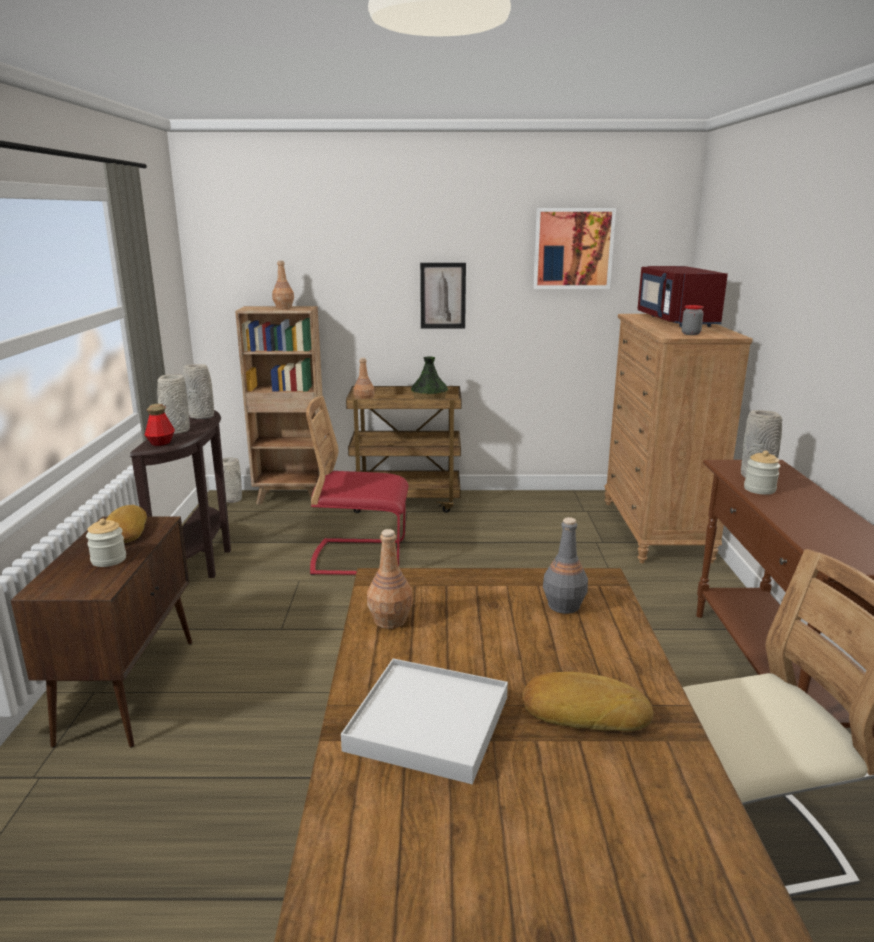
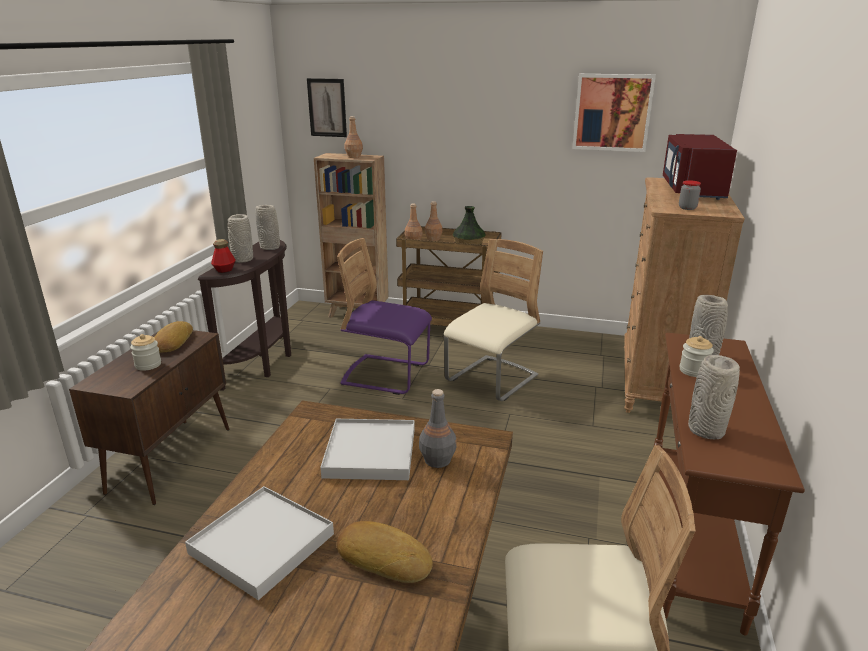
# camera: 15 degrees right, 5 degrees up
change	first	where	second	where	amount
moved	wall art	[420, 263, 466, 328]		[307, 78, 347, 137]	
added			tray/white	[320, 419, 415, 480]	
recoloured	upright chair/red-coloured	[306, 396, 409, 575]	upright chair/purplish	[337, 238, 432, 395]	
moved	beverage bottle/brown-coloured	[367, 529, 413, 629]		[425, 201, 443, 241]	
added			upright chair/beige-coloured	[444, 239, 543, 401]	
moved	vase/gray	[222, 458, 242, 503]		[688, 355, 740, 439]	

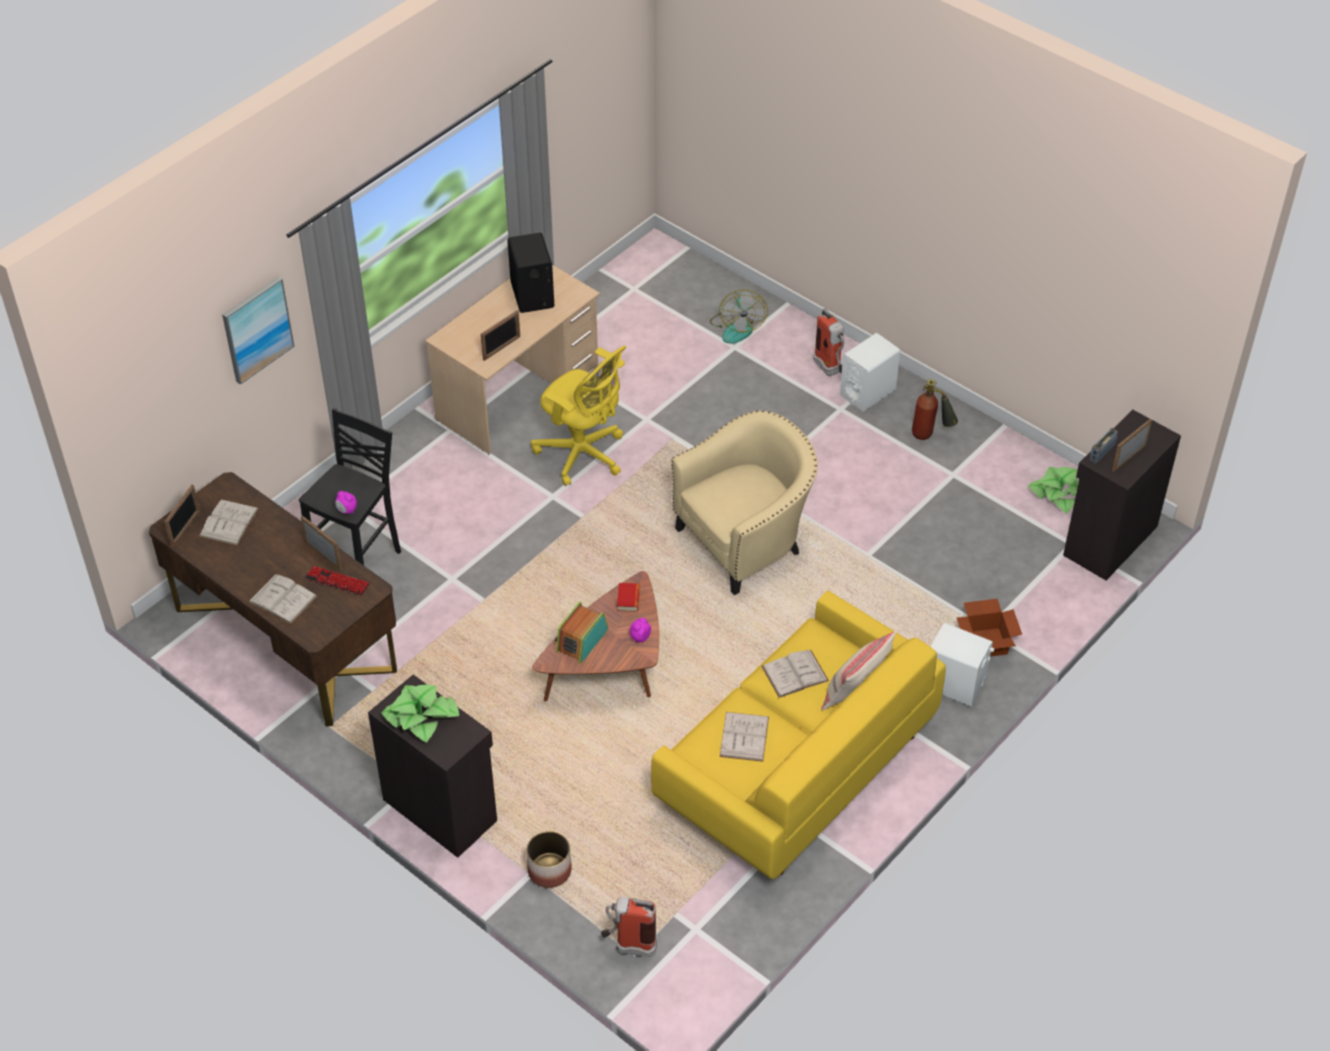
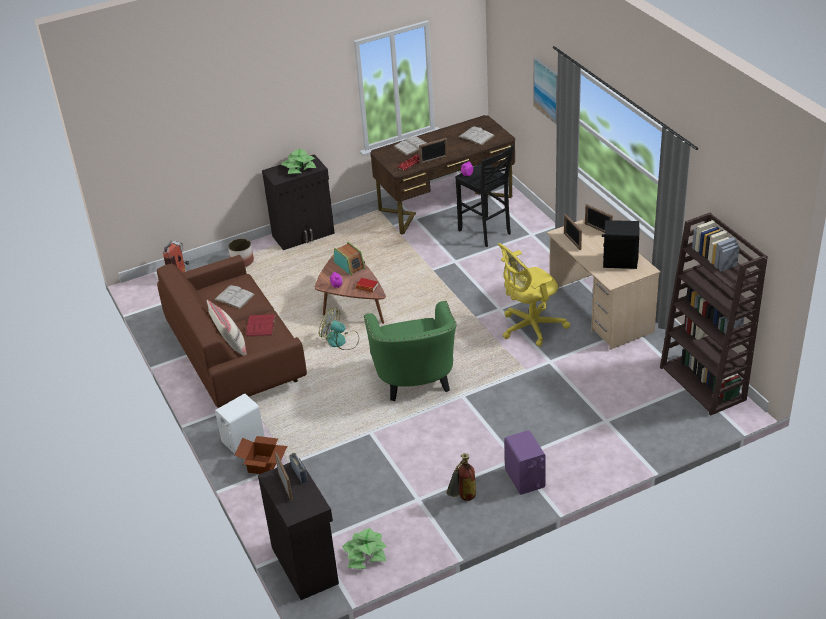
# camera: 115 degrees right, 10 degrees down
change	first	where	second	where	amount
recoloured	couch/yellowish	[651, 590, 946, 879]	couch/brown-coloured	[157, 255, 307, 408]	
recoloured	book/white	[761, 650, 829, 698]	book/red-coloured	[246, 314, 276, 337]	
moved	cooling fan	[710, 290, 768, 344]		[319, 307, 359, 350]	
recoloured	lounge chair/beige-coloured	[672, 411, 818, 595]	lounge chair/green-coloured	[364, 301, 456, 401]	
recoloured	loudspeaker/white	[840, 333, 900, 412]	loudspeaker/purplish	[504, 430, 546, 495]	
moved	standing frame	[164, 485, 200, 547]		[585, 204, 613, 233]	
added			bookshelf/brown-coloured	[660, 213, 768, 416]	
removed	extinguisher	[813, 308, 844, 376]			

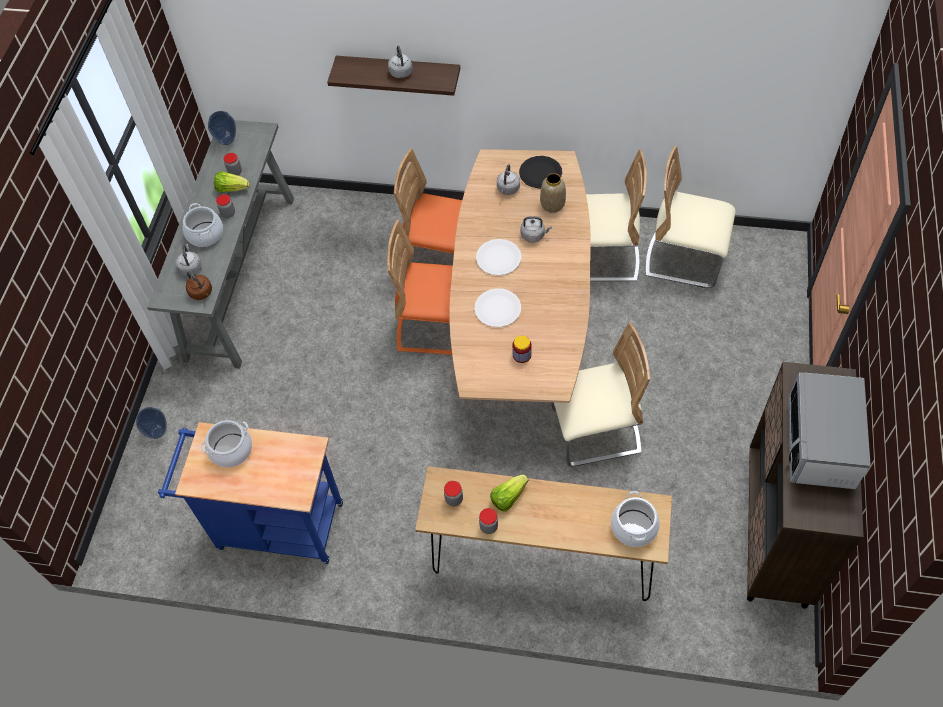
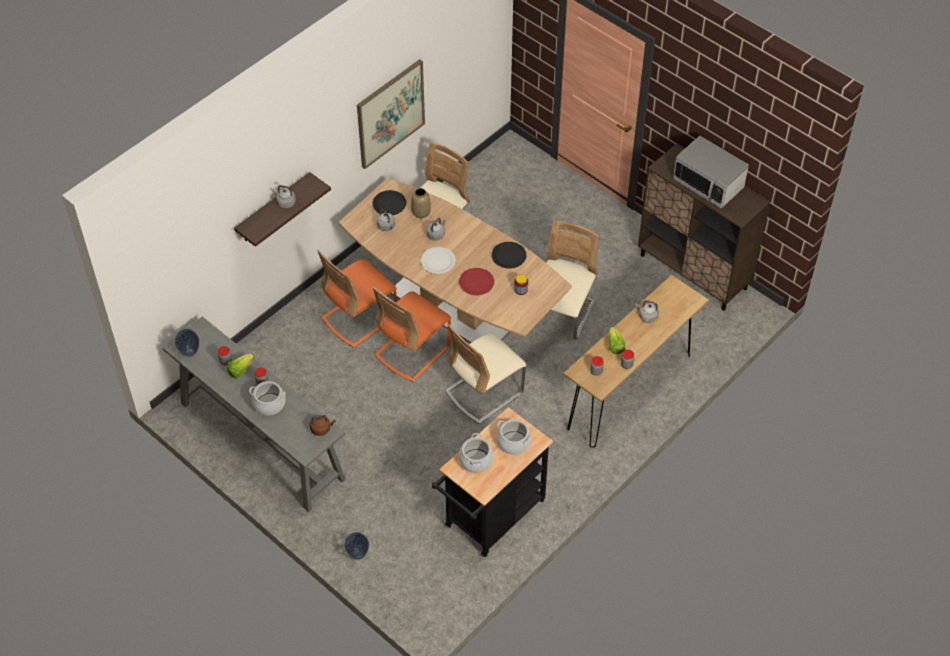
# camera: 60 degrees left, 5 degrees down
change	first	where	second	where	amount
added			wall art	[357, 59, 425, 169]	
recoloured	cart/bluish	[158, 422, 343, 564]	cart/black-coloured	[432, 407, 553, 557]	
moved	upright chair/beige-coloured	[645, 145, 736, 288]		[445, 324, 526, 424]	
recoloured	flat dish/white	[474, 288, 521, 327]	flat dish/red-coloured	[459, 268, 494, 295]	
added			flat dish/black-coloured	[492, 242, 526, 268]	
moved	saucepot	[611, 491, 660, 547]		[497, 419, 532, 455]	
moved	tea kettle/gray	[176, 244, 202, 276]		[635, 300, 659, 323]	

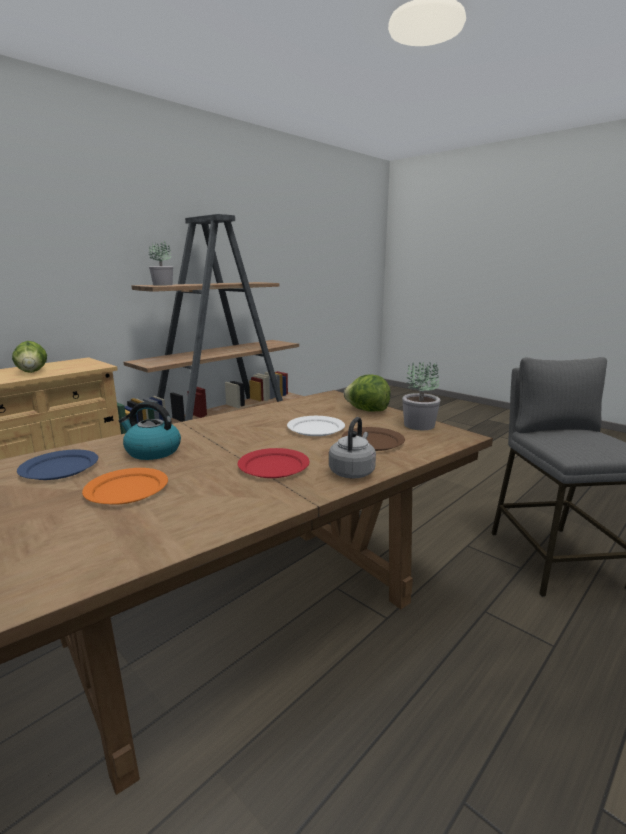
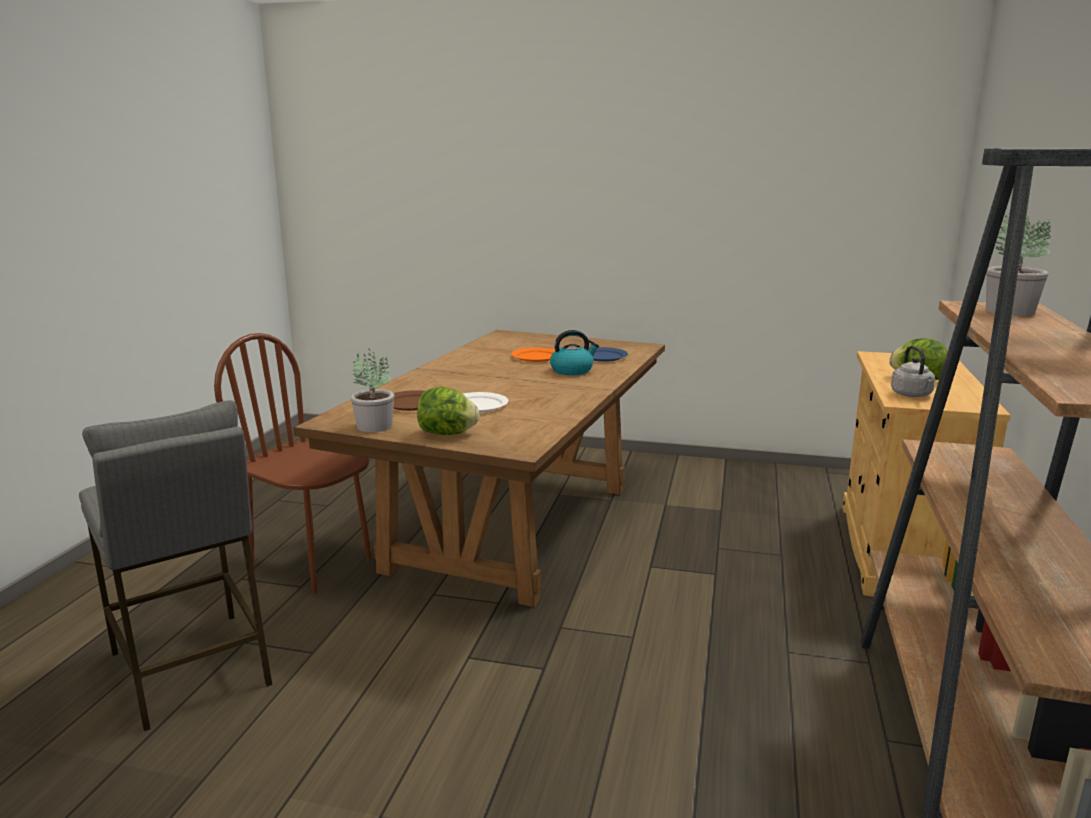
# camera: 150 degrees right, 0 degrees up
change	first	where	second	where	amount
added			upright chair/brown-coloured	[214, 333, 372, 594]	
moved	tea kettle/gray	[329, 417, 376, 479]		[891, 346, 935, 397]	
removed	flat dish/red-coloured	[238, 448, 310, 478]			

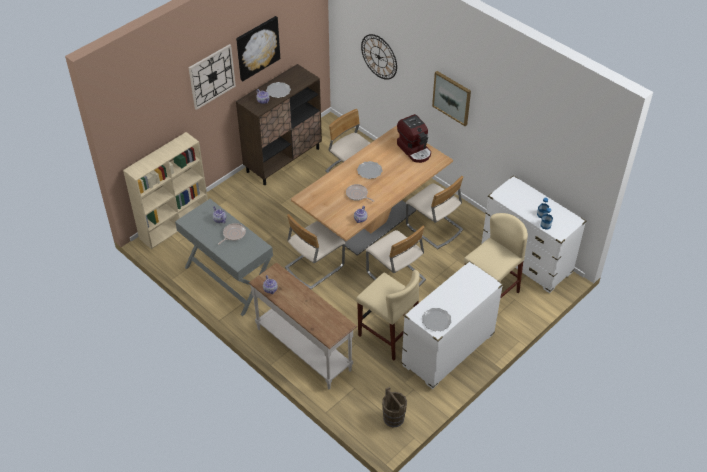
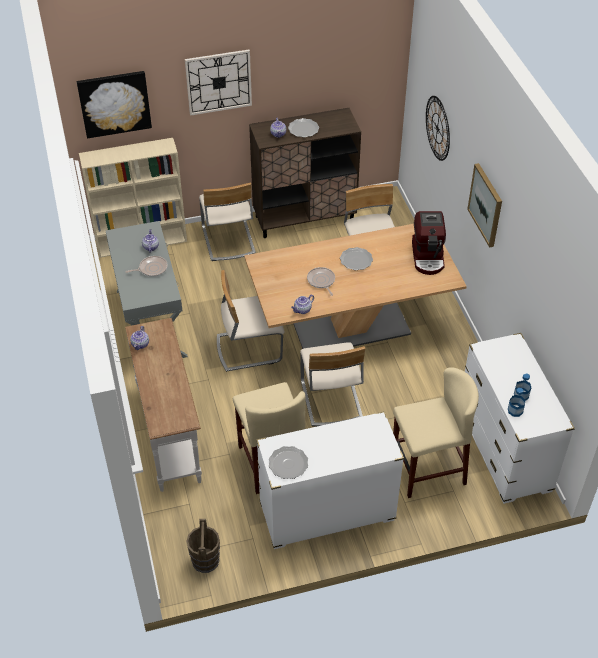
# camera: 30 degrees right, 0 degrees up
change	first	where	second	where	amount
moved	wall art	[236, 16, 280, 81]		[77, 71, 152, 138]	
moved	upright chair/beige-coloured	[406, 176, 463, 249]		[199, 182, 256, 261]	

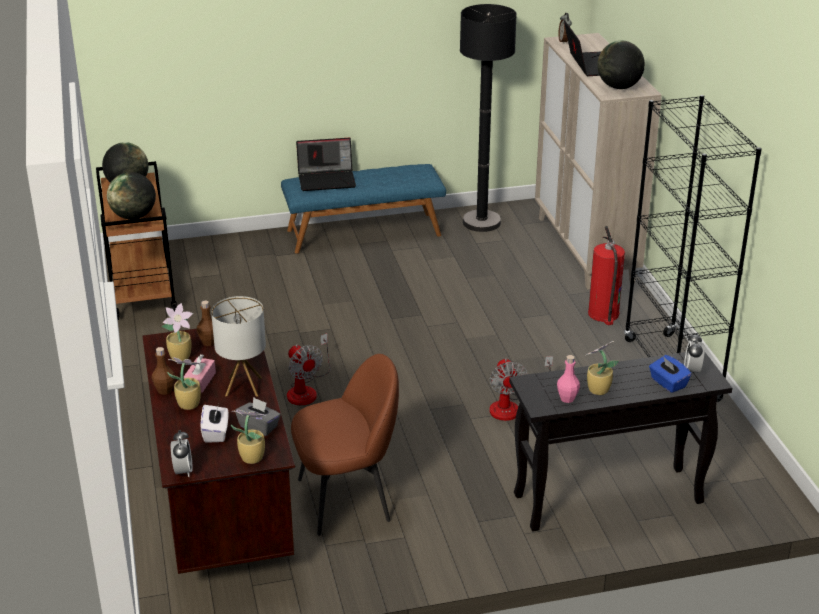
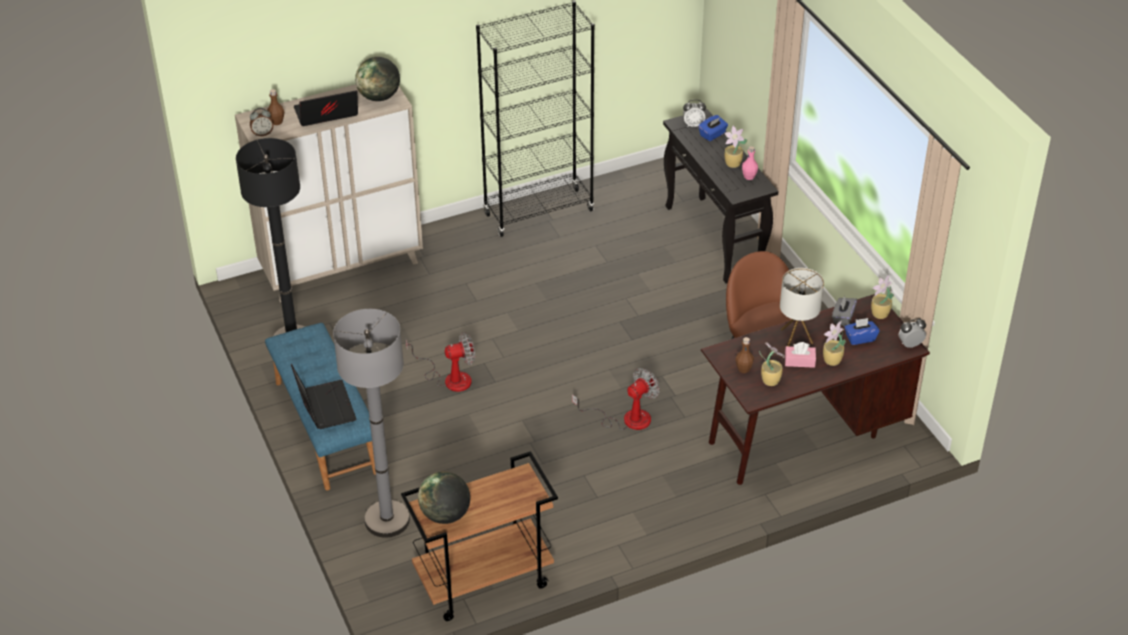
# camera: 100 degrees left, 10 degrees up
change	first	where	second	where	amount
moved	beverage bottle/brown-coloured	[152, 347, 175, 395]		[267, 89, 284, 125]	
added			standing lamp/gray	[333, 309, 410, 538]	
moved	cooling fan	[489, 356, 553, 421]		[406, 332, 475, 392]	
recoloured	tissue holder/white	[200, 404, 228, 443]	tissue holder/bluish	[844, 318, 880, 345]	
removed	globe	[107, 172, 156, 220]			
removed	extinguisher	[588, 226, 625, 325]			

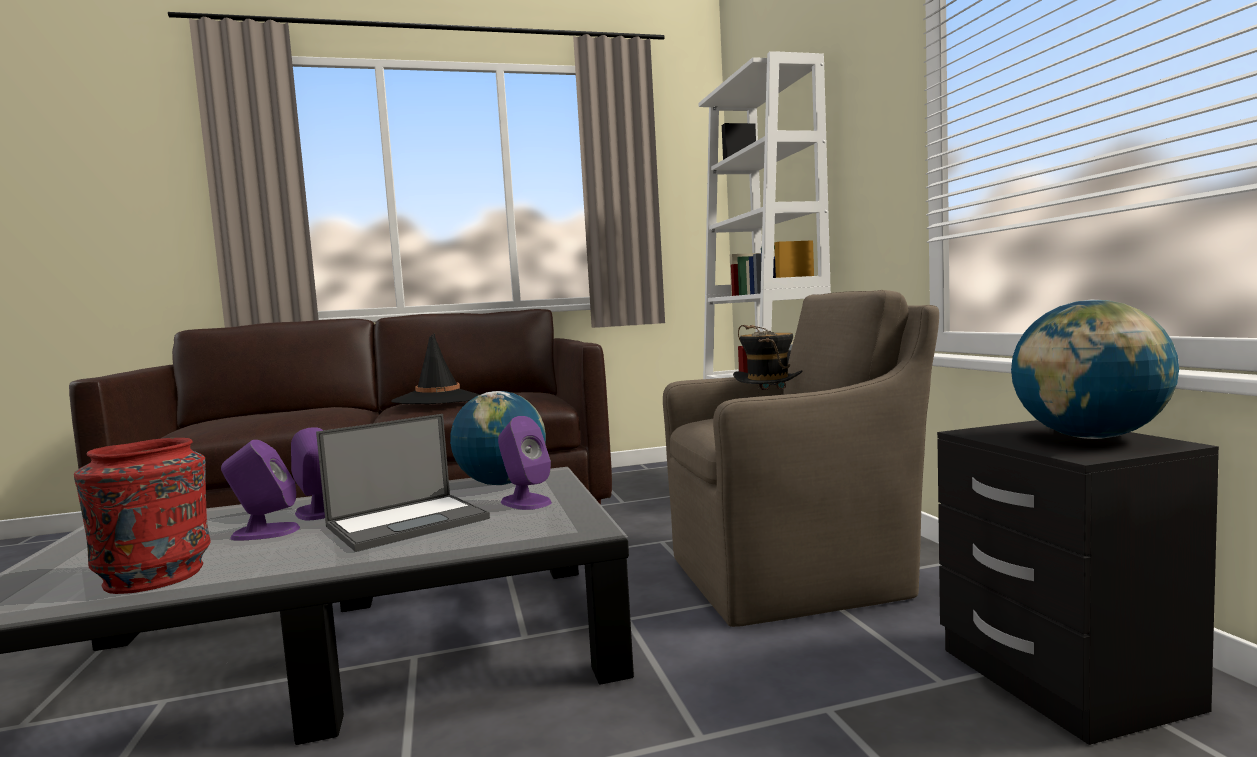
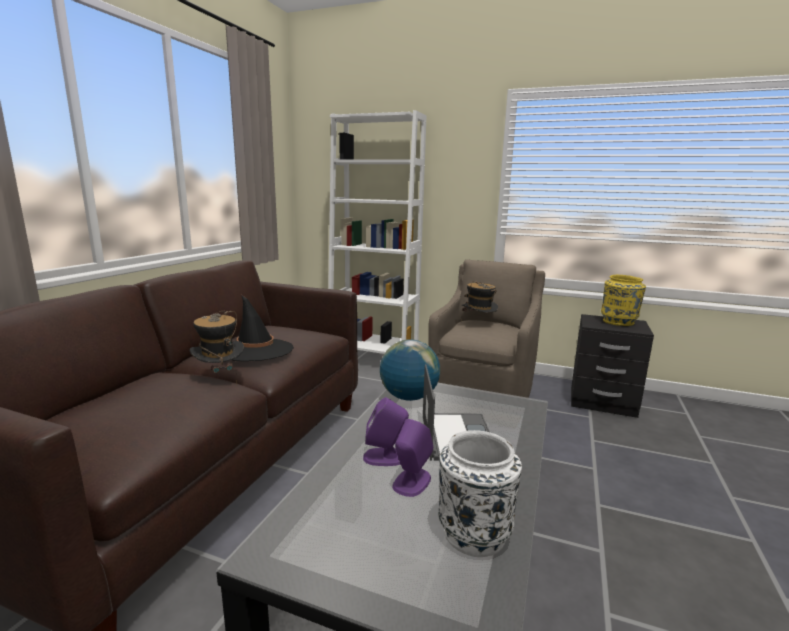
# camera: 55 degrees left, 10 degrees up
change	first	where	second	where	amount
added			wearable hat	[189, 311, 244, 386]	
recoloured	vase/red-coloured	[74, 438, 211, 594]	vase/white	[439, 430, 522, 557]	
replaced	globe	[1011, 300, 1179, 439]	vase/yellowish	[601, 275, 646, 326]	
removed	loudspeaker/purplish	[498, 416, 552, 510]			

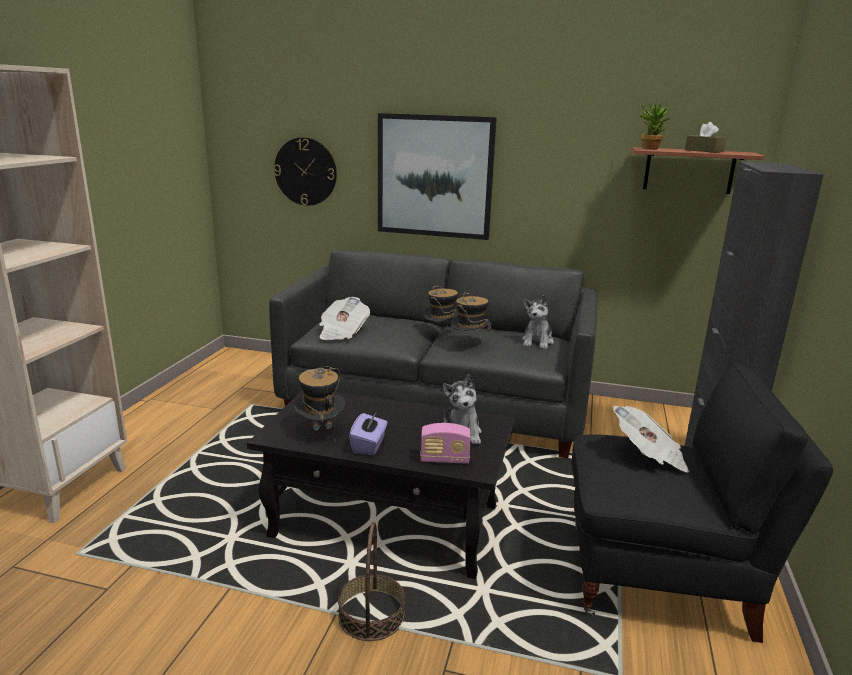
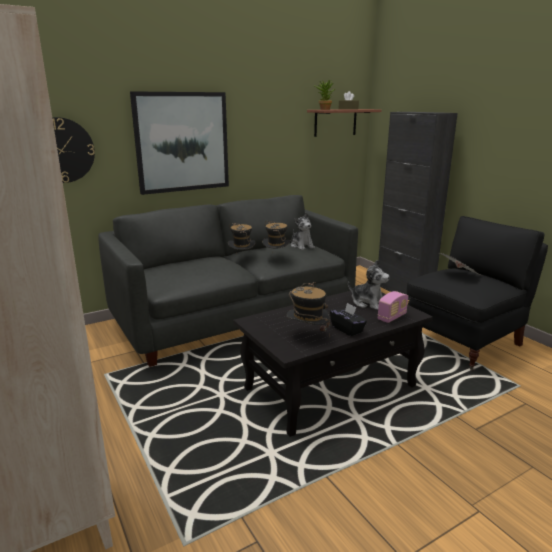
# camera: 45 degrees left, 0 degrees up
change	first	where	second	where	amount
recoloured	tissue holder/purplish	[349, 411, 388, 455]	tissue holder/black-coloured	[330, 303, 367, 336]	
removed	printed paper	[319, 297, 370, 340]			
removed	storage basket	[338, 522, 405, 641]			

